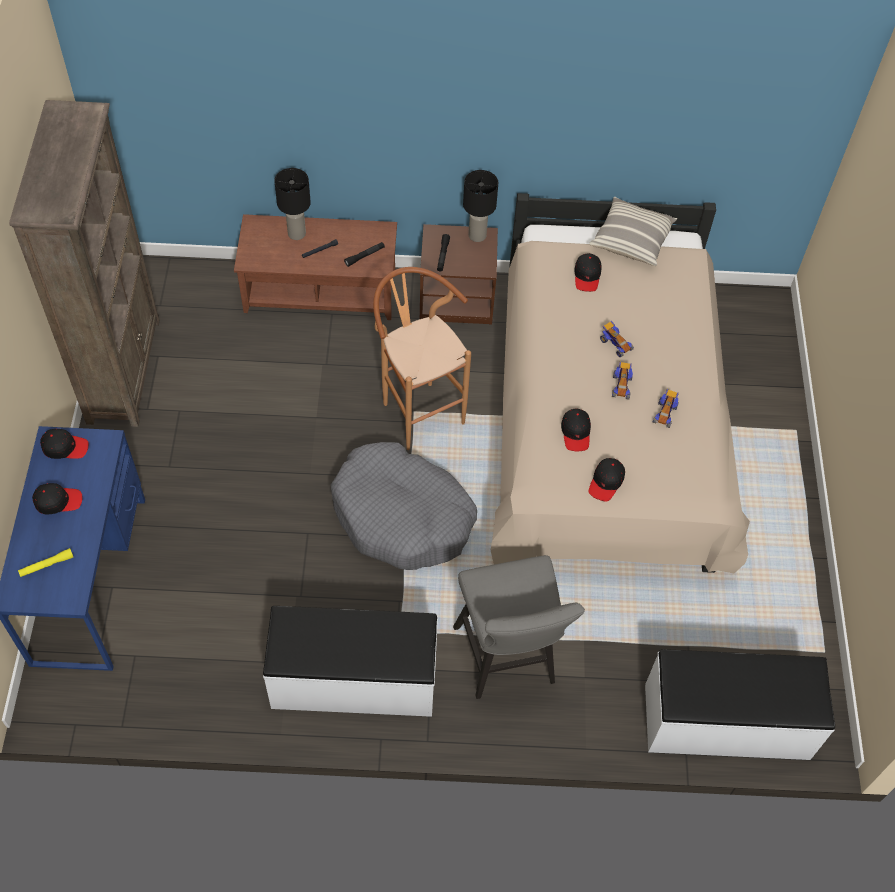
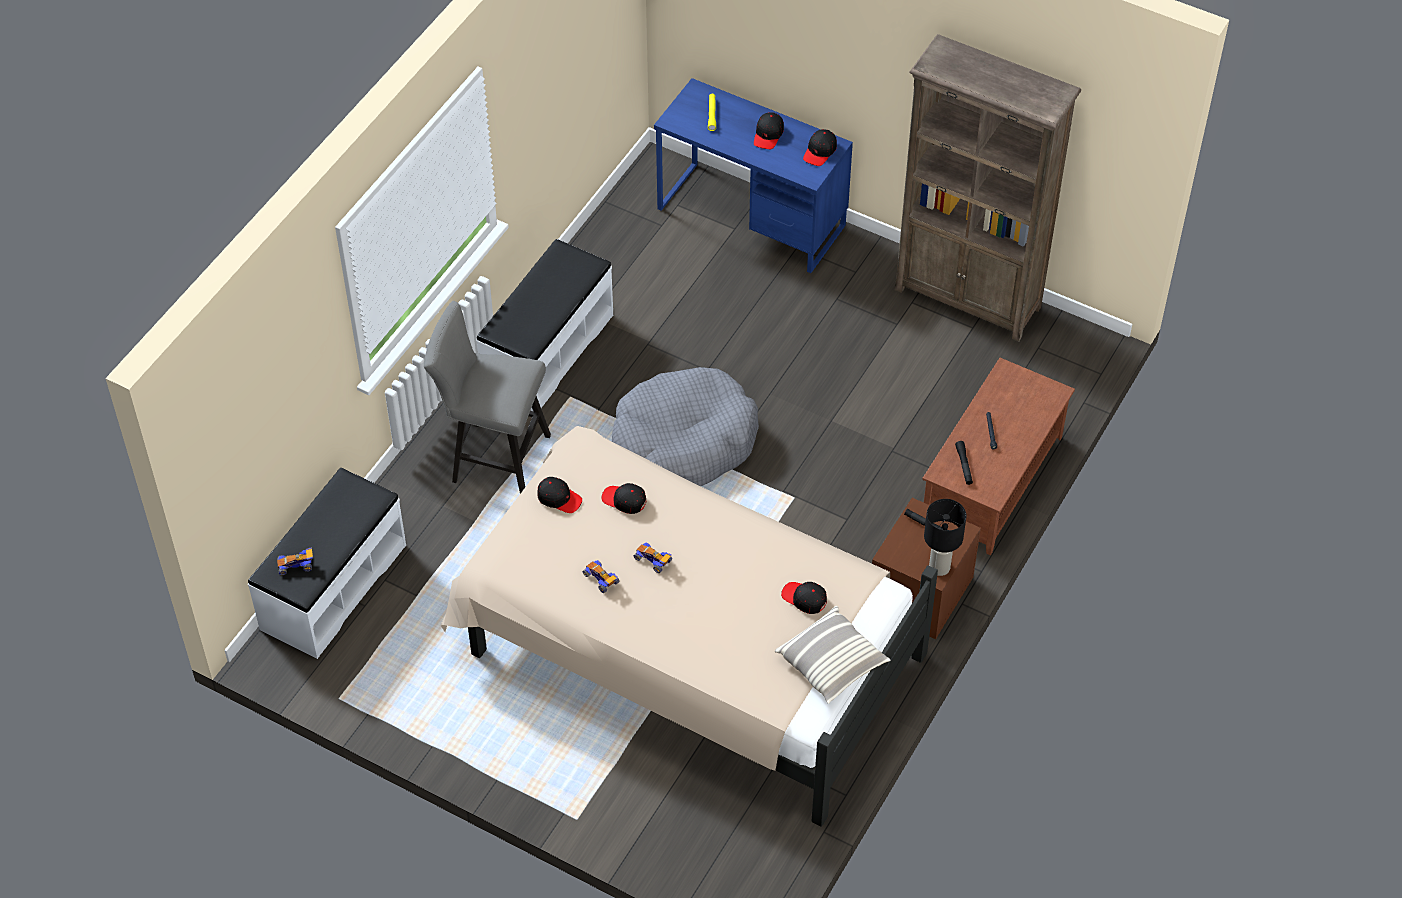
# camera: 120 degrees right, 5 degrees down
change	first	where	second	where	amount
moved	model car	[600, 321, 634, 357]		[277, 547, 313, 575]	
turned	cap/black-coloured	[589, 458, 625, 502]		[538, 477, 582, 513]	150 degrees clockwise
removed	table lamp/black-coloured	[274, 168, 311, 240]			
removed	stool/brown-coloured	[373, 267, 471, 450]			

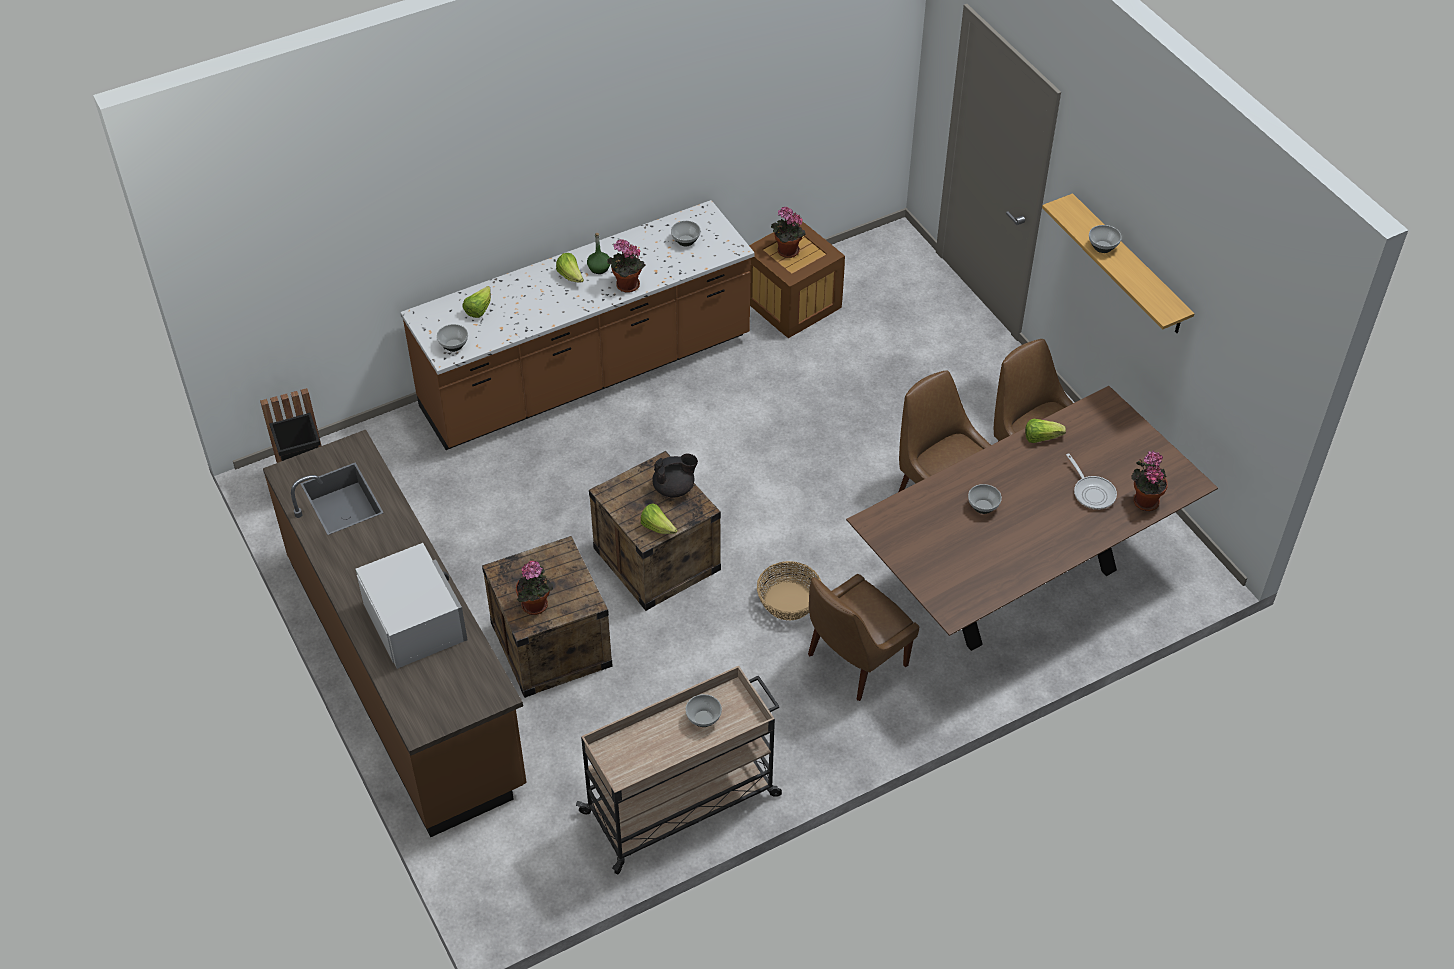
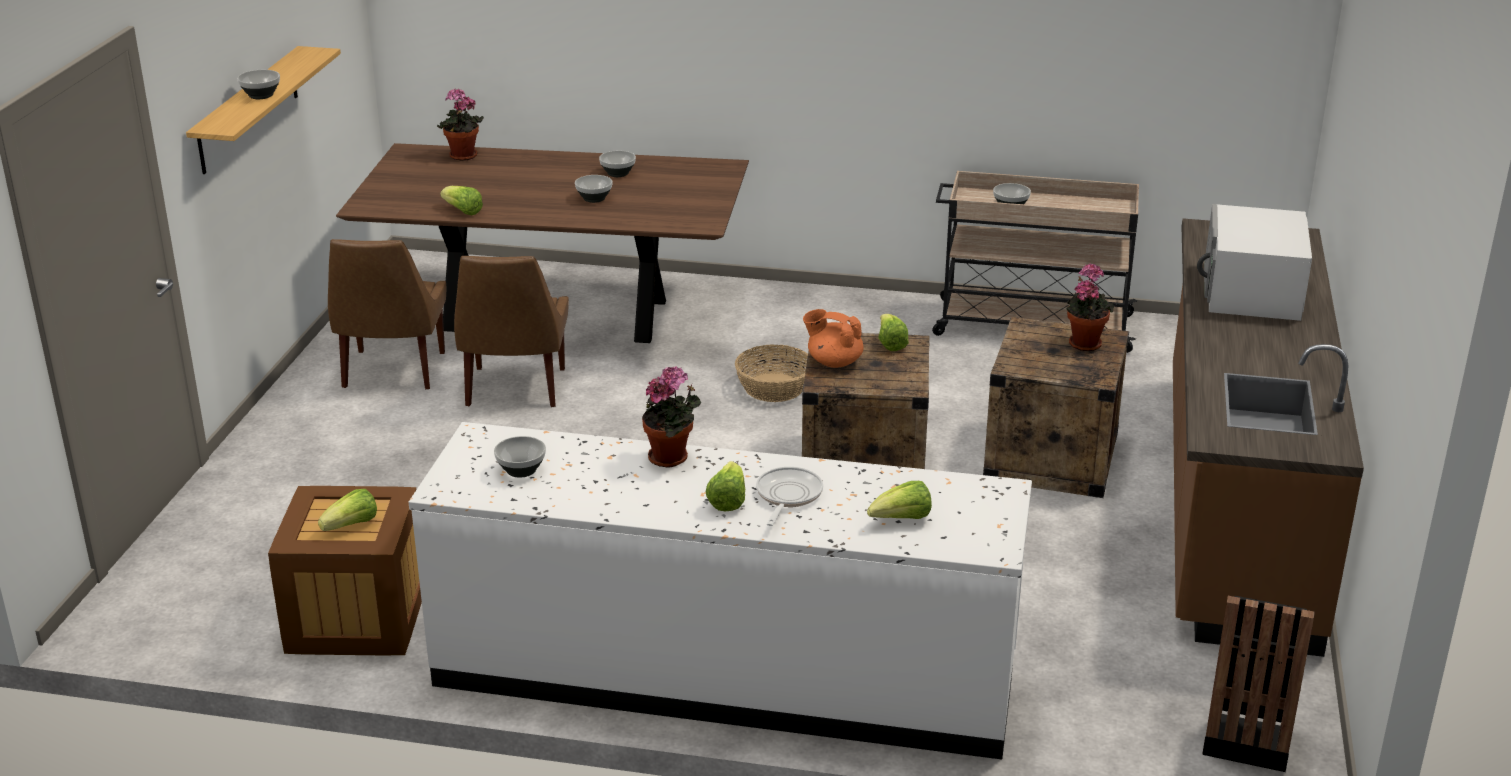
# camera: 140 degrees left, 20 degrees down
change	first	where	second	where	amount
replaced	plant in a pot	[771, 206, 806, 258]	lettuce head	[318, 489, 377, 531]	
recoloured	kitchen base unit/brown-coloured	[400, 200, 755, 450]	kitchen base unit/white	[408, 422, 1032, 759]	
moved	deep dish	[437, 324, 468, 352]		[599, 151, 636, 177]	
moved	frying pan	[1066, 453, 1117, 510]		[756, 467, 823, 526]	
recoloured	teapot/black-coloured	[652, 453, 698, 498]	teapot/orangey	[803, 309, 863, 368]	
removed	beverage bottle/green-coloured	[587, 233, 610, 274]			
removed	upright chair/brown-coloured	[808, 574, 920, 701]			

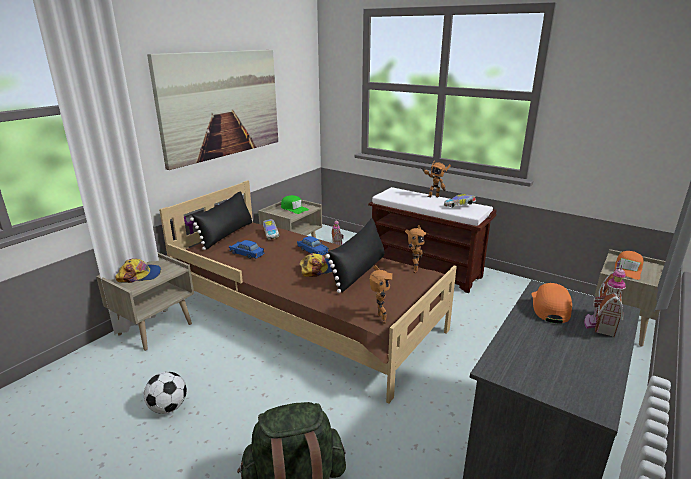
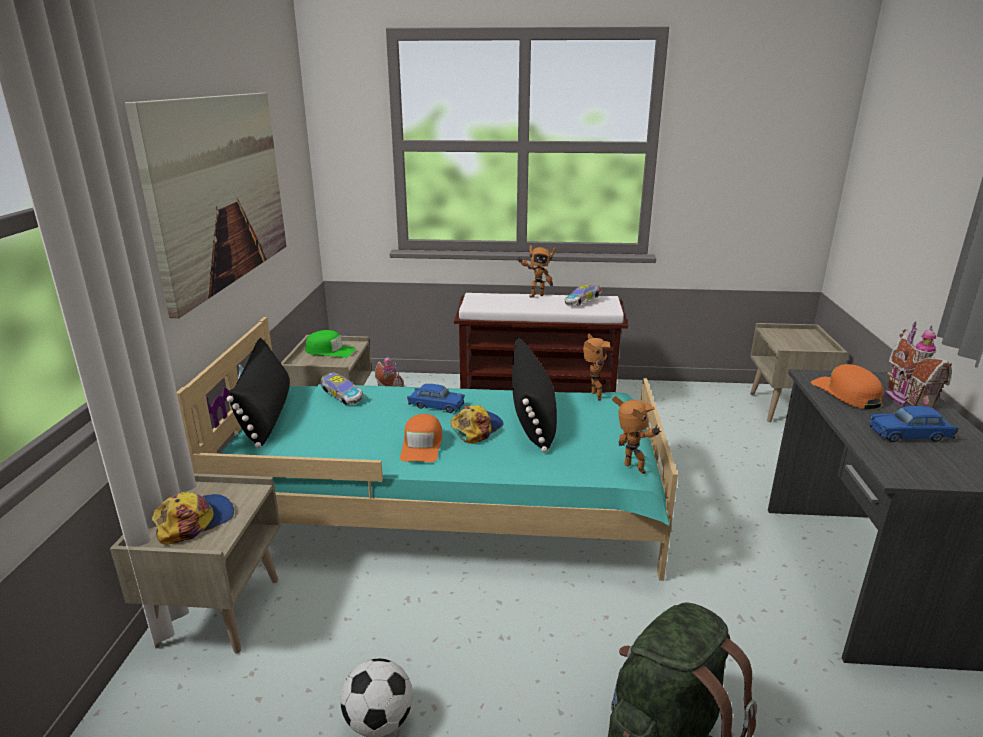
# camera: 30 degrees left, 0 degrees up
change	first	where	second	where	amount
recoloured	sleeping bed/brown-coloured	[159, 180, 457, 403]	sleeping bed/turquoise	[177, 317, 678, 581]	
moved	cap/orangey	[615, 251, 643, 280]		[400, 414, 442, 462]	
moved	model car/bluish	[229, 240, 265, 259]		[869, 406, 959, 442]	

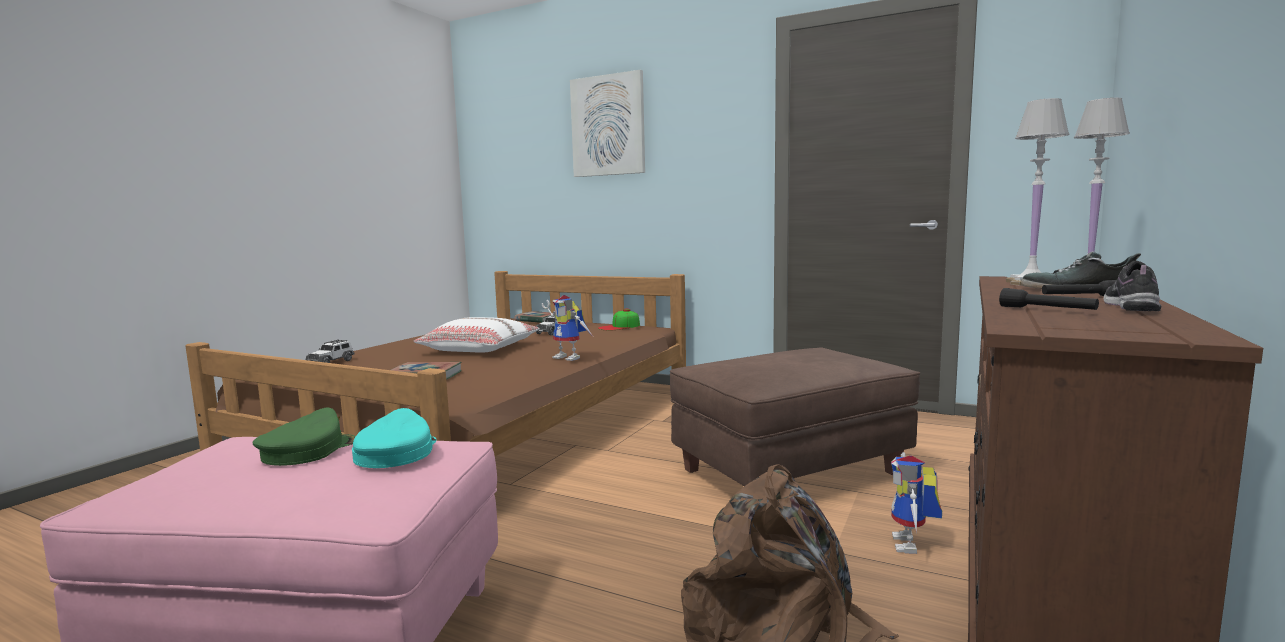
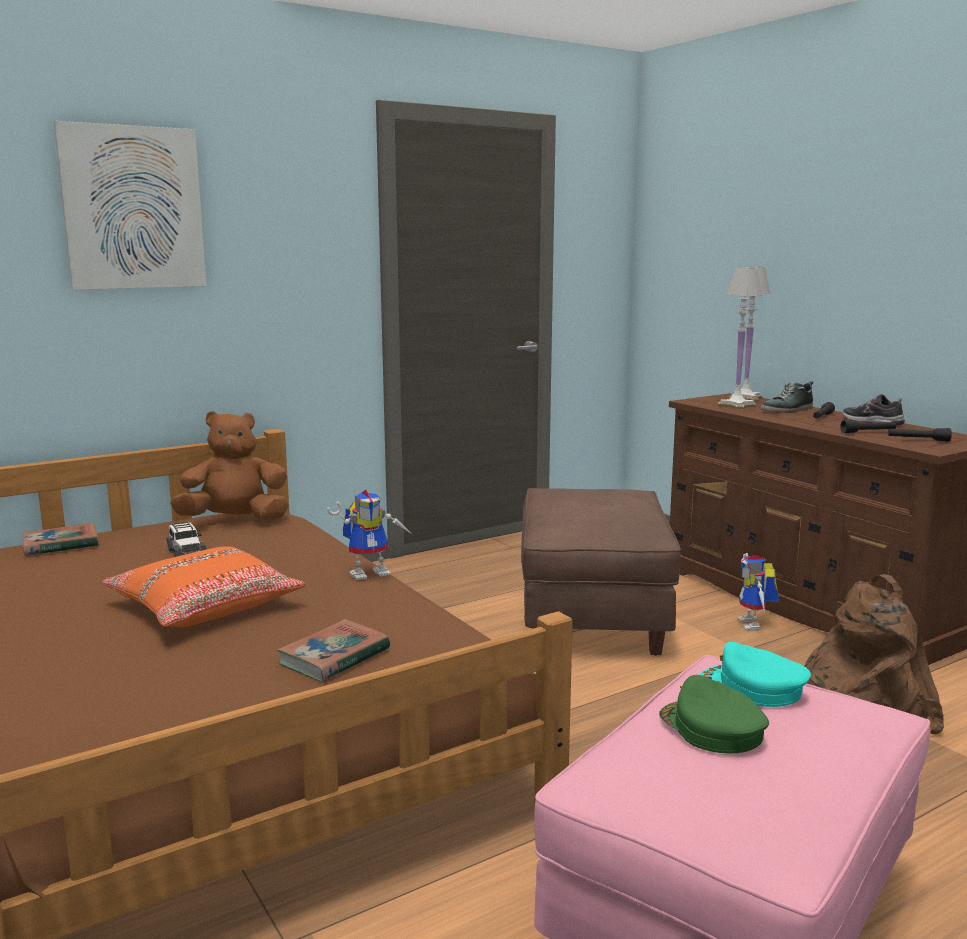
# camera: 60 degrees left, 5 degrees up
change	first	where	second	where	amount
recoloured	cushion/white	[414, 317, 540, 353]	cushion/orangey	[102, 546, 306, 627]	
replaced	cap	[598, 309, 640, 330]	plush toy/brown-coloured	[170, 411, 289, 520]	
turned	model robot	[891, 452, 942, 554]		[738, 553, 779, 631]	45 degrees clockwise
added			torch/black-coloured	[888, 428, 952, 442]	
removed	model car	[306, 340, 355, 363]			

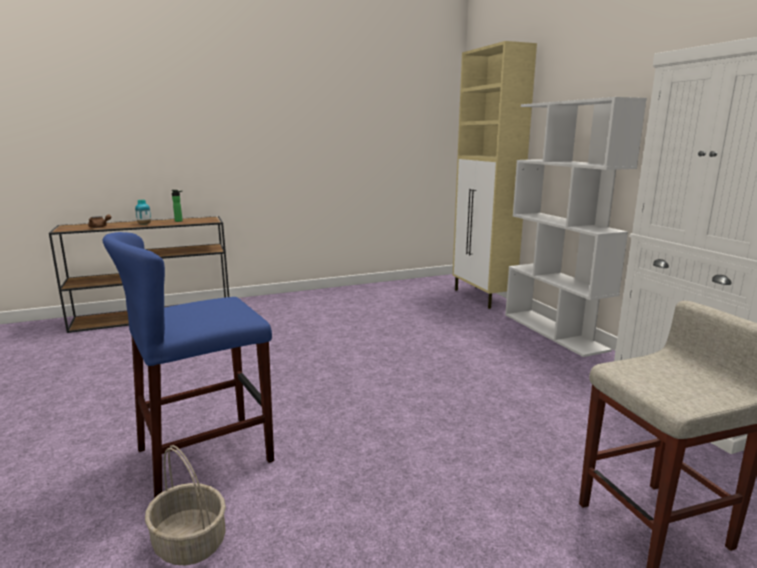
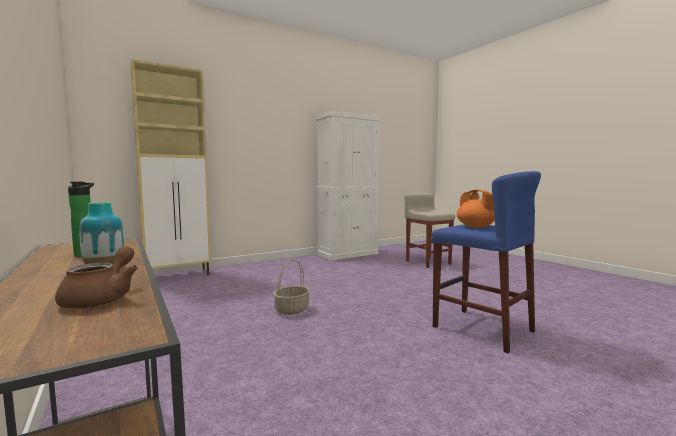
# camera: 100 degrees left, 10 degrees down
change	first	where	second	where	amount
moved	storage basket	[145, 445, 226, 566]		[273, 260, 310, 315]	
added			teapot/orangey	[457, 190, 495, 228]	
removed	bookshelf/white	[505, 97, 647, 357]			

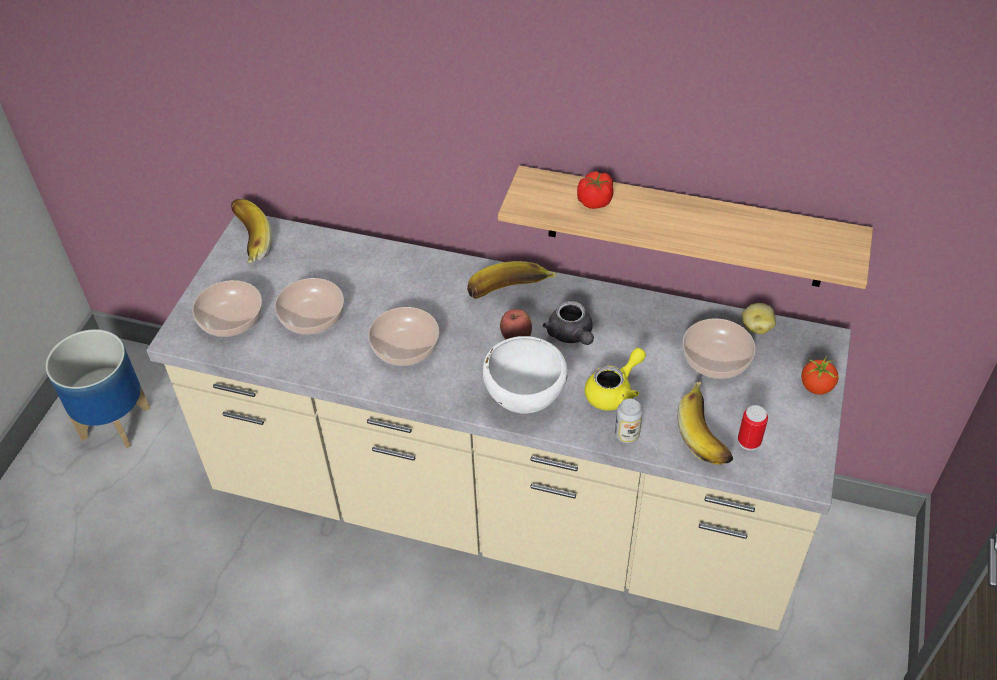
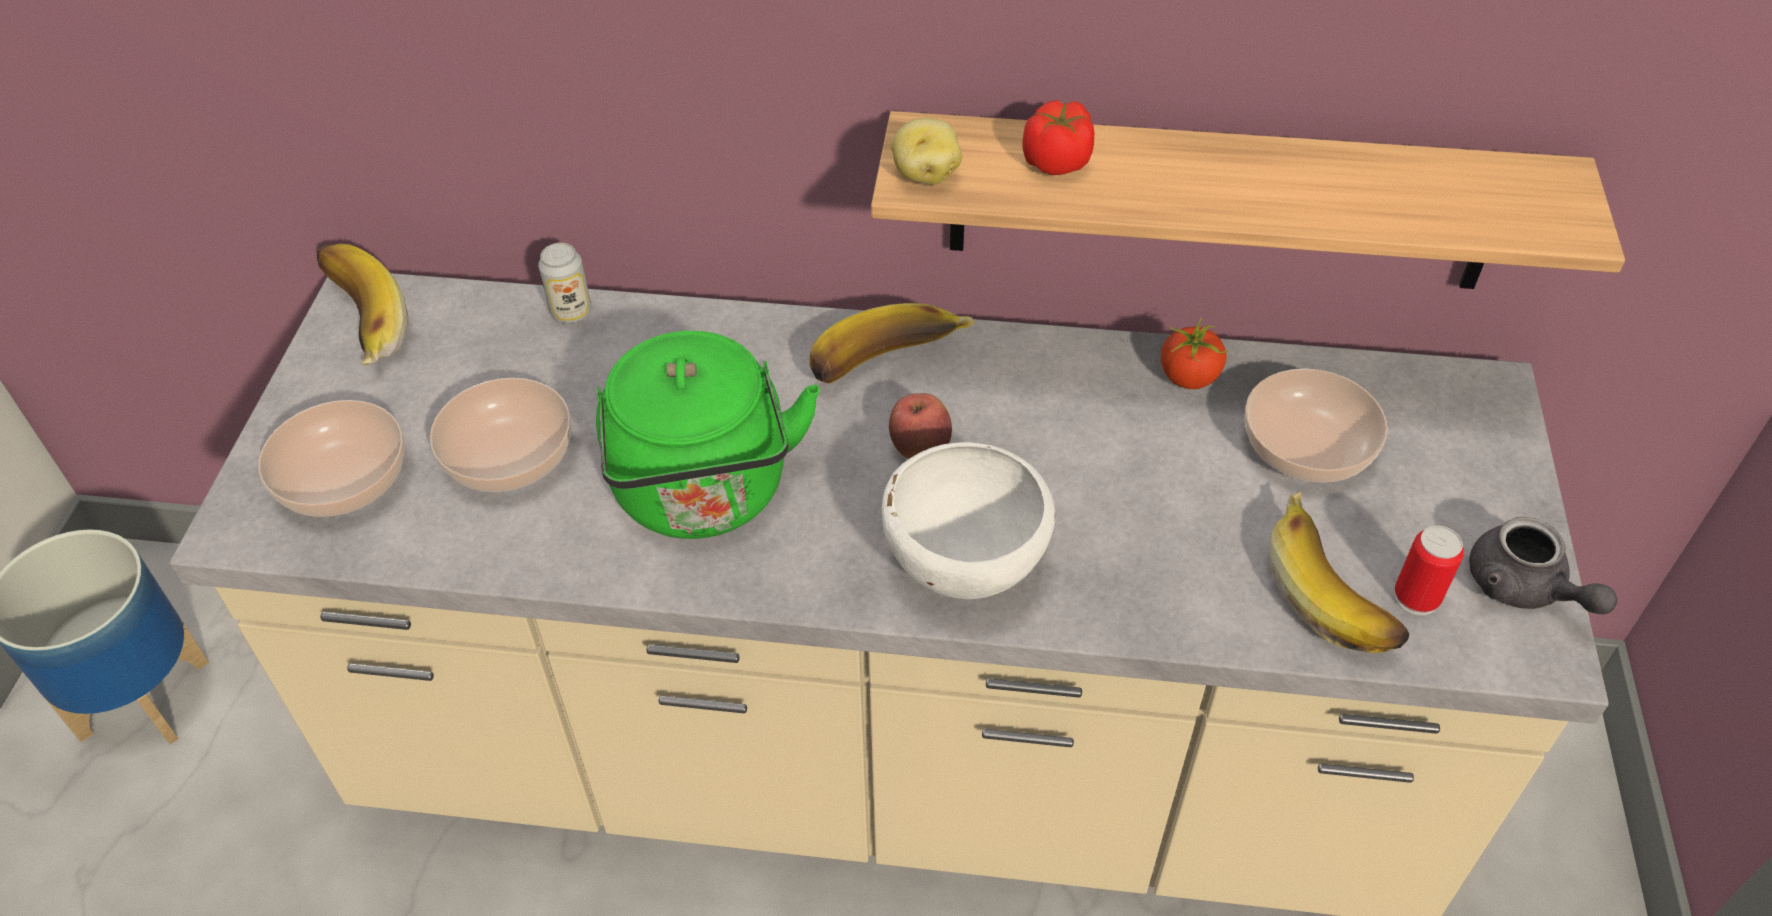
# camera: 10 degrees left, 0 degrees up
change	first	where	second	where	amount
moved	can	[615, 399, 643, 443]		[538, 243, 592, 323]	
replaced	deep dish	[368, 307, 439, 366]	tea kettle/green-coloured	[596, 331, 820, 539]	
moved	potato	[742, 303, 776, 334]		[890, 118, 962, 184]	
moved	fresh tomato	[801, 355, 839, 395]		[1161, 318, 1229, 389]	
moved	teapot/gray	[543, 301, 594, 345]		[1469, 517, 1617, 615]	
removed	teapot/yellowish	[584, 348, 646, 411]			

